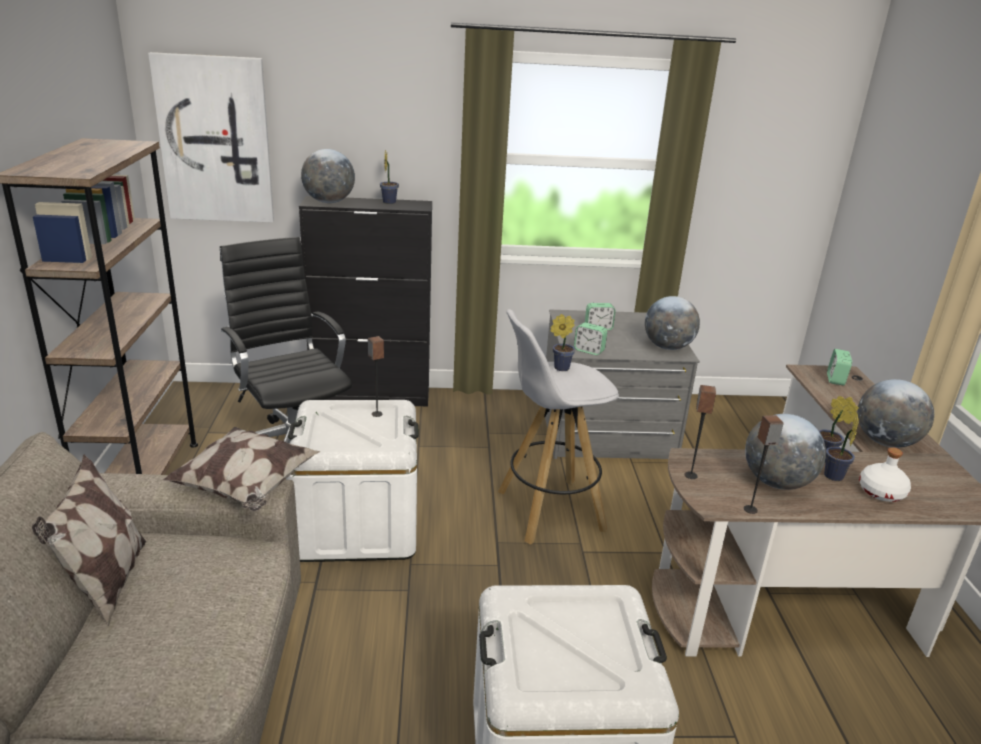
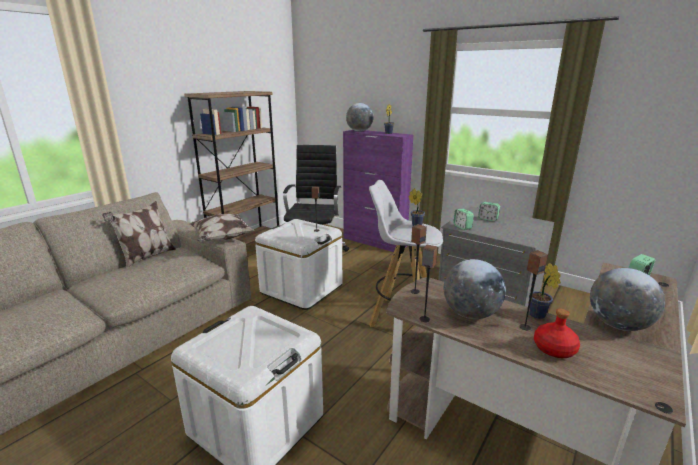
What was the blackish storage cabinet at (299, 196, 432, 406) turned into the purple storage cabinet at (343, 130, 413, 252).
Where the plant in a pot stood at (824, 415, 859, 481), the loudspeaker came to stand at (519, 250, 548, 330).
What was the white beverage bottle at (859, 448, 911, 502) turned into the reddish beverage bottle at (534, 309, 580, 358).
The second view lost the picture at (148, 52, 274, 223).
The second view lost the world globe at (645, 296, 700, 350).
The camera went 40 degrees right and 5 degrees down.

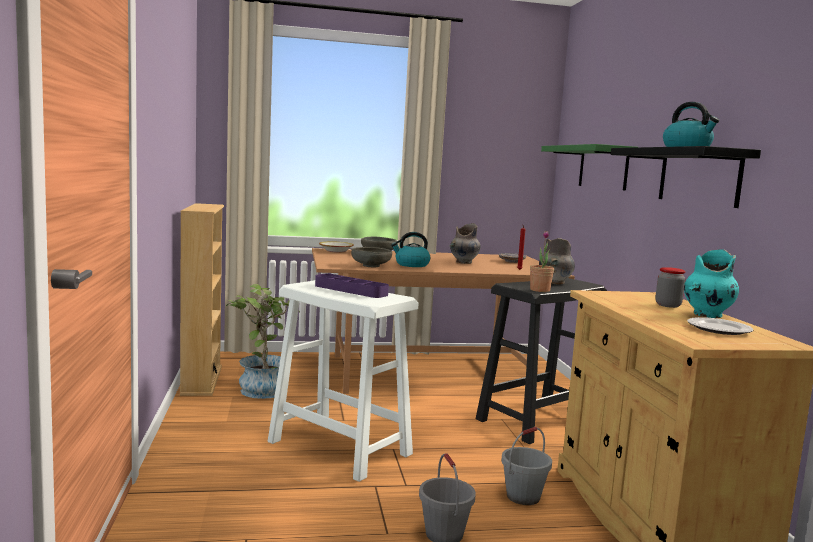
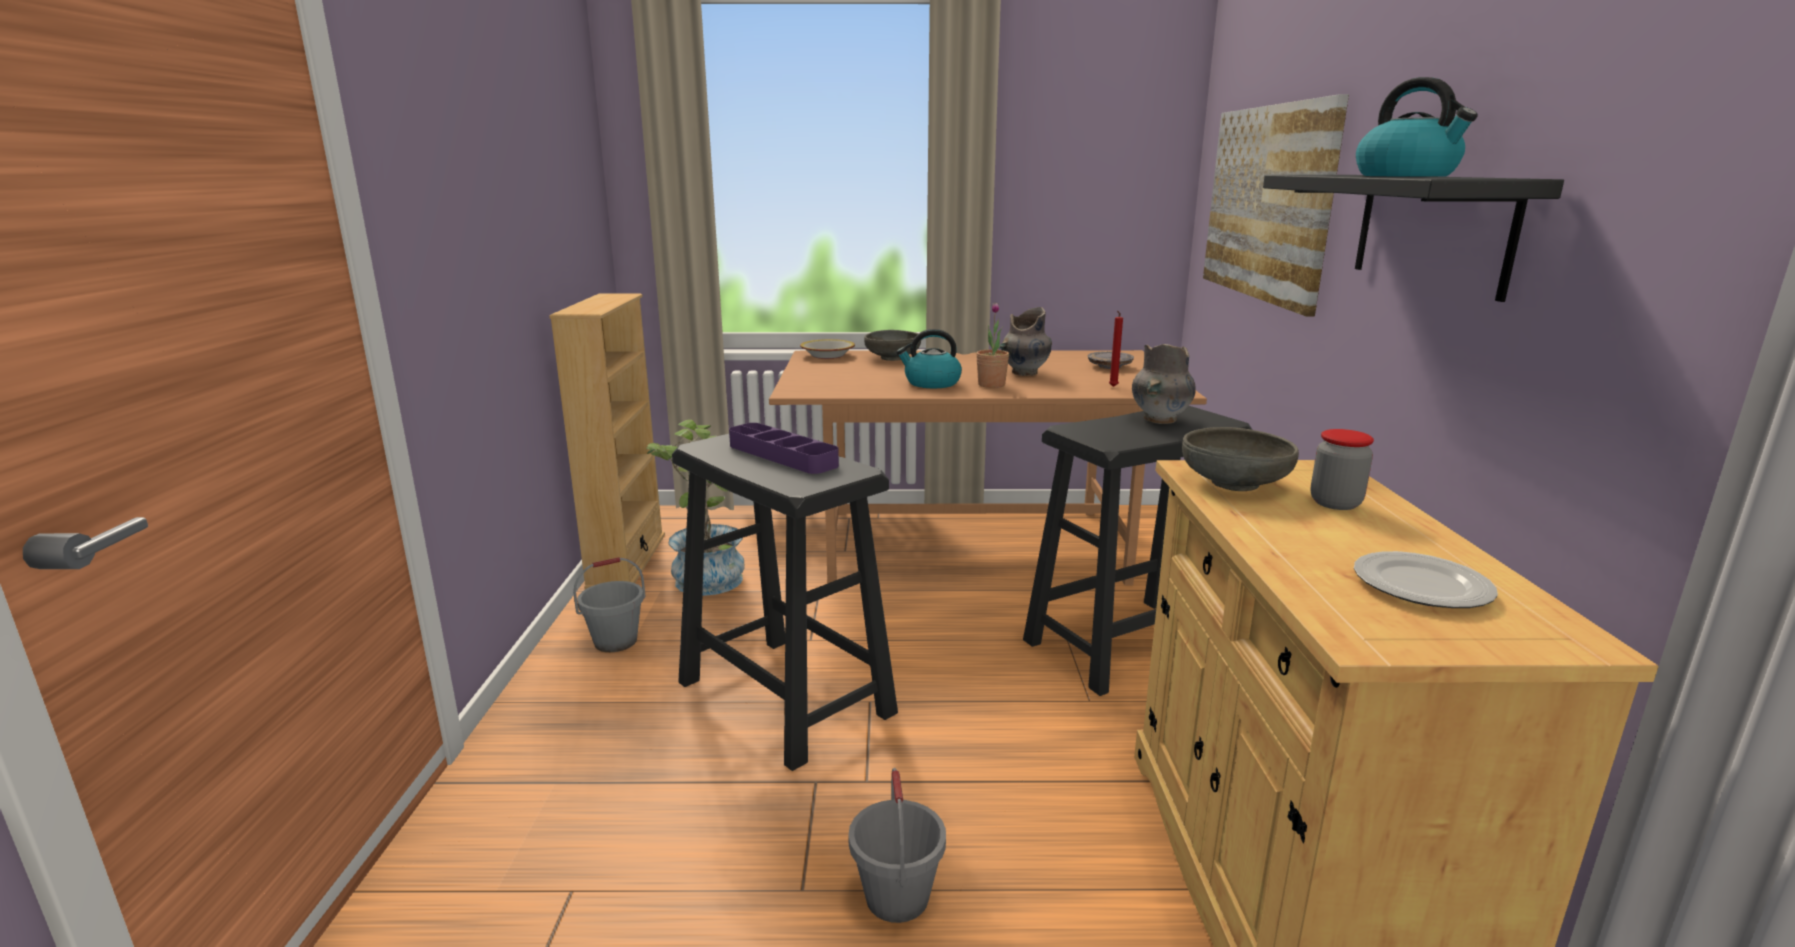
The grey pail ended up elsewhere, having gone from (501, 427, 552, 505) to (573, 557, 645, 652).
What was the white stool at (268, 280, 418, 482) turned into the blackish stool at (672, 434, 898, 771).
The plant in a pot ended up elsewhere, having gone from (530, 231, 554, 292) to (976, 303, 1009, 388).
The grey deep dish ended up elsewhere, having gone from (351, 247, 392, 267) to (1182, 427, 1299, 491).
Where the greenish shelf hung at (541, 144, 637, 191), the picture came to hang at (1203, 94, 1349, 316).
The second view lost the blue-green vase at (684, 249, 739, 318).
The camera went 10 degrees right and 10 degrees up.

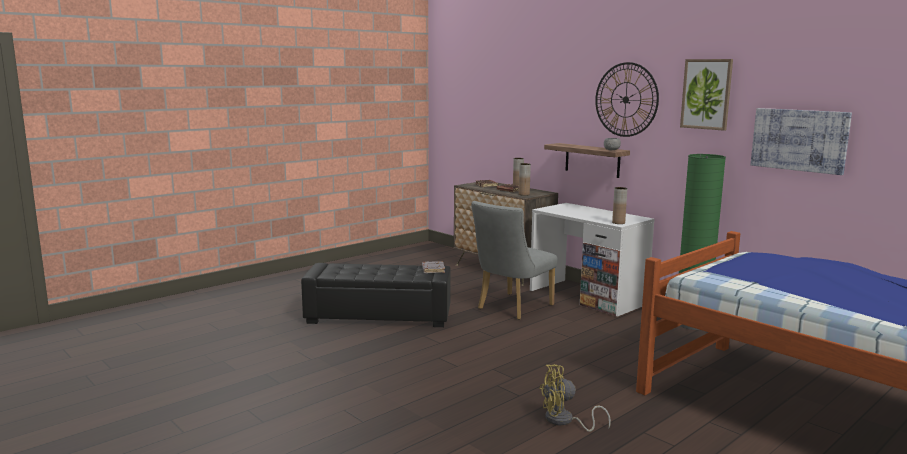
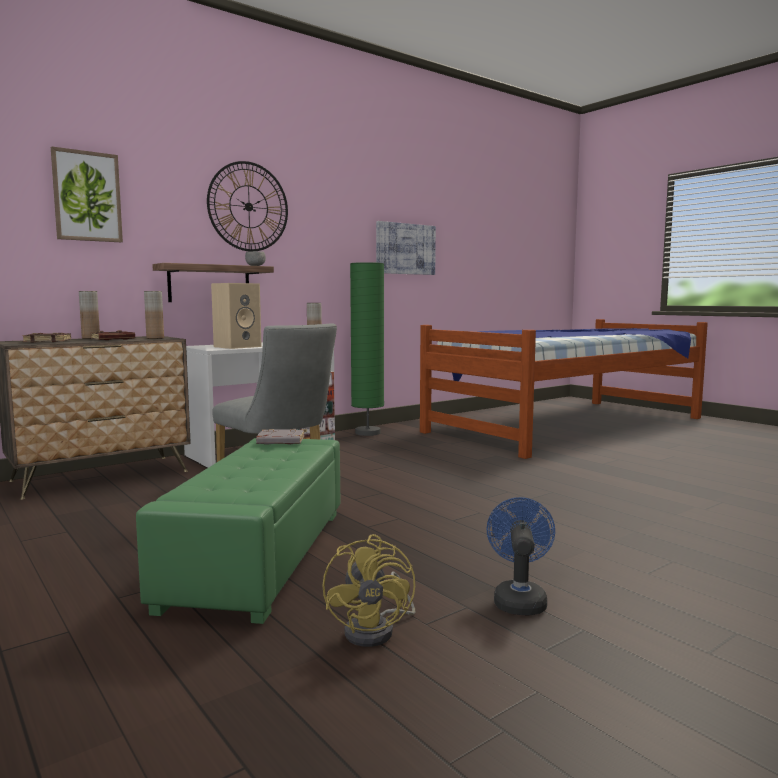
The picture ended up elsewhere, having gone from (680, 59, 733, 131) to (51, 147, 123, 242).
What was the blackish ottoman at (301, 263, 451, 327) turned into the greenish ottoman at (136, 438, 340, 624).
The second view gained the beige loudspeaker at (211, 283, 262, 349).
The yellow-coloured cooling fan ended up elsewhere, having gone from (539, 364, 611, 432) to (322, 534, 416, 647).
The second view gained the blue cooling fan at (486, 497, 555, 616).
The camera went 85 degrees left and 5 degrees down.

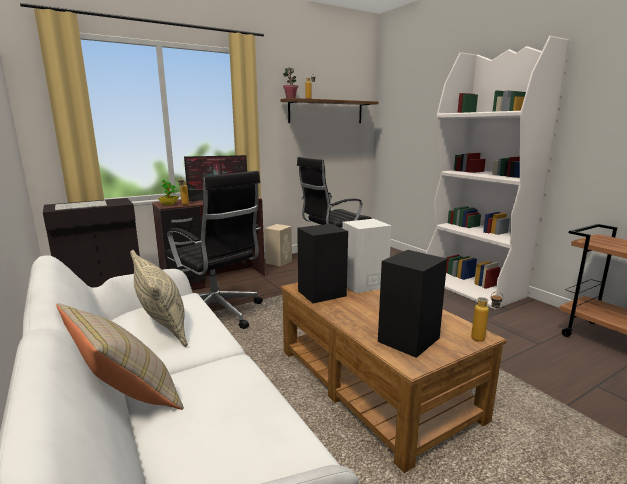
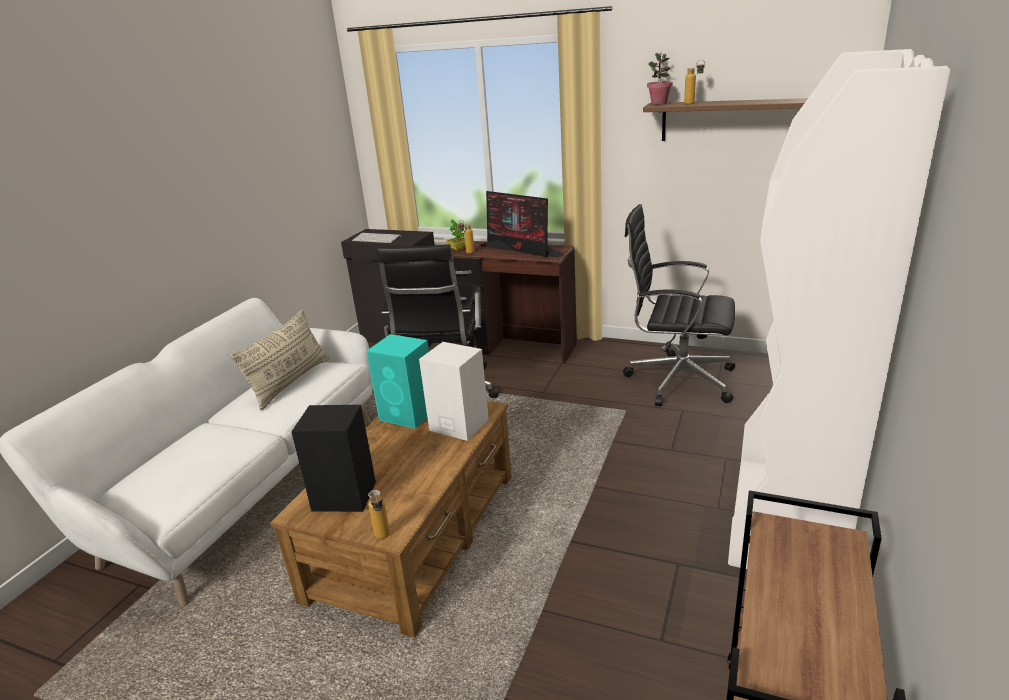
What was the blackish loudspeaker at (297, 224, 348, 303) turned into the blue-green loudspeaker at (366, 334, 429, 429).
The second view lost the beige cushion at (56, 303, 184, 410).
The second view lost the beige loudspeaker at (264, 224, 292, 267).
The camera went 55 degrees right and 10 degrees up.

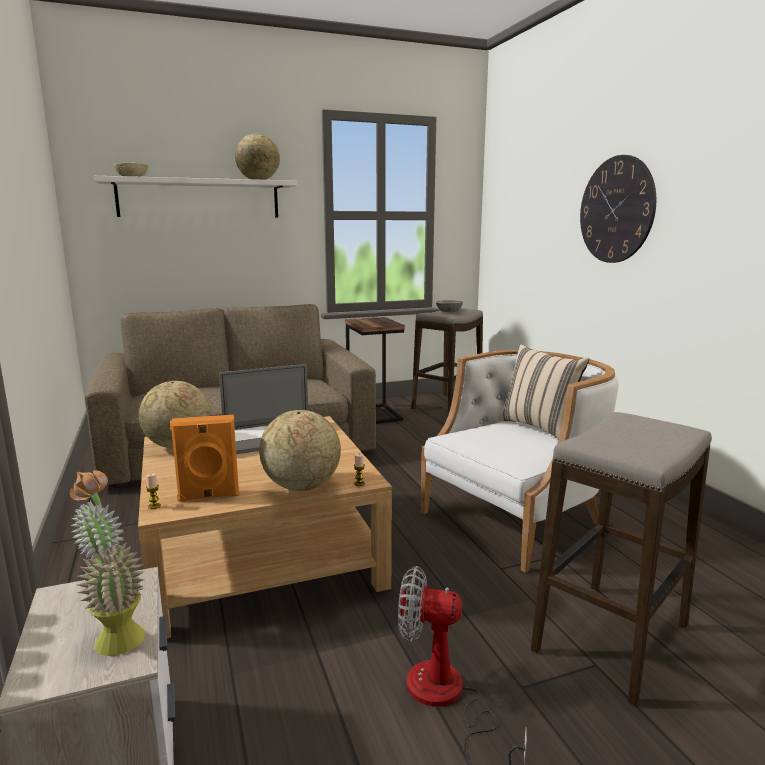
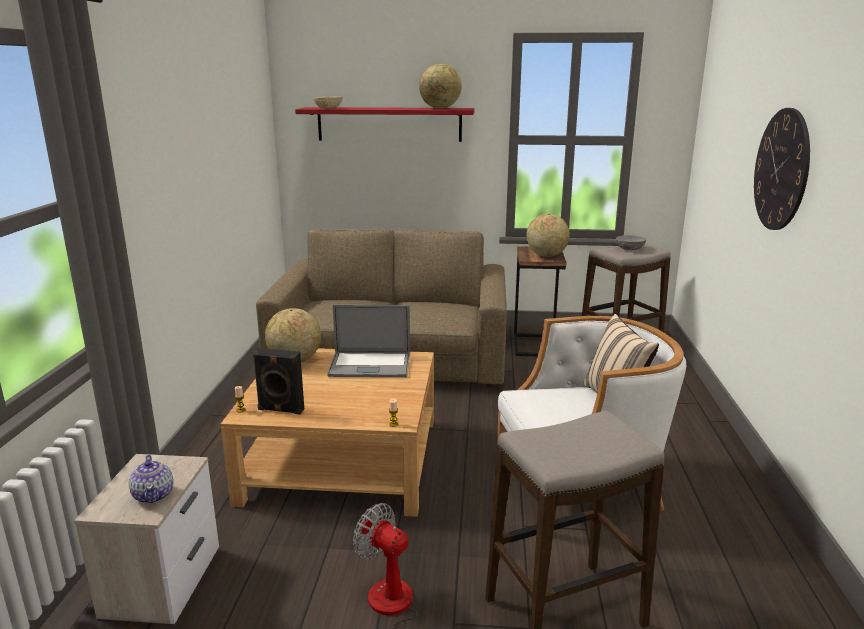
Where the plant in a pot stood at (70, 470, 145, 656), the tea pot came to stand at (129, 455, 174, 504).
What was the orange loudspeaker at (170, 415, 239, 501) turned into the blackish loudspeaker at (252, 348, 304, 415).
What was the white shelf at (94, 176, 297, 217) turned into the reddish shelf at (295, 107, 474, 142).
The world globe ended up elsewhere, having gone from (259, 410, 341, 491) to (526, 214, 570, 257).
The camera went 25 degrees right and 5 degrees up.

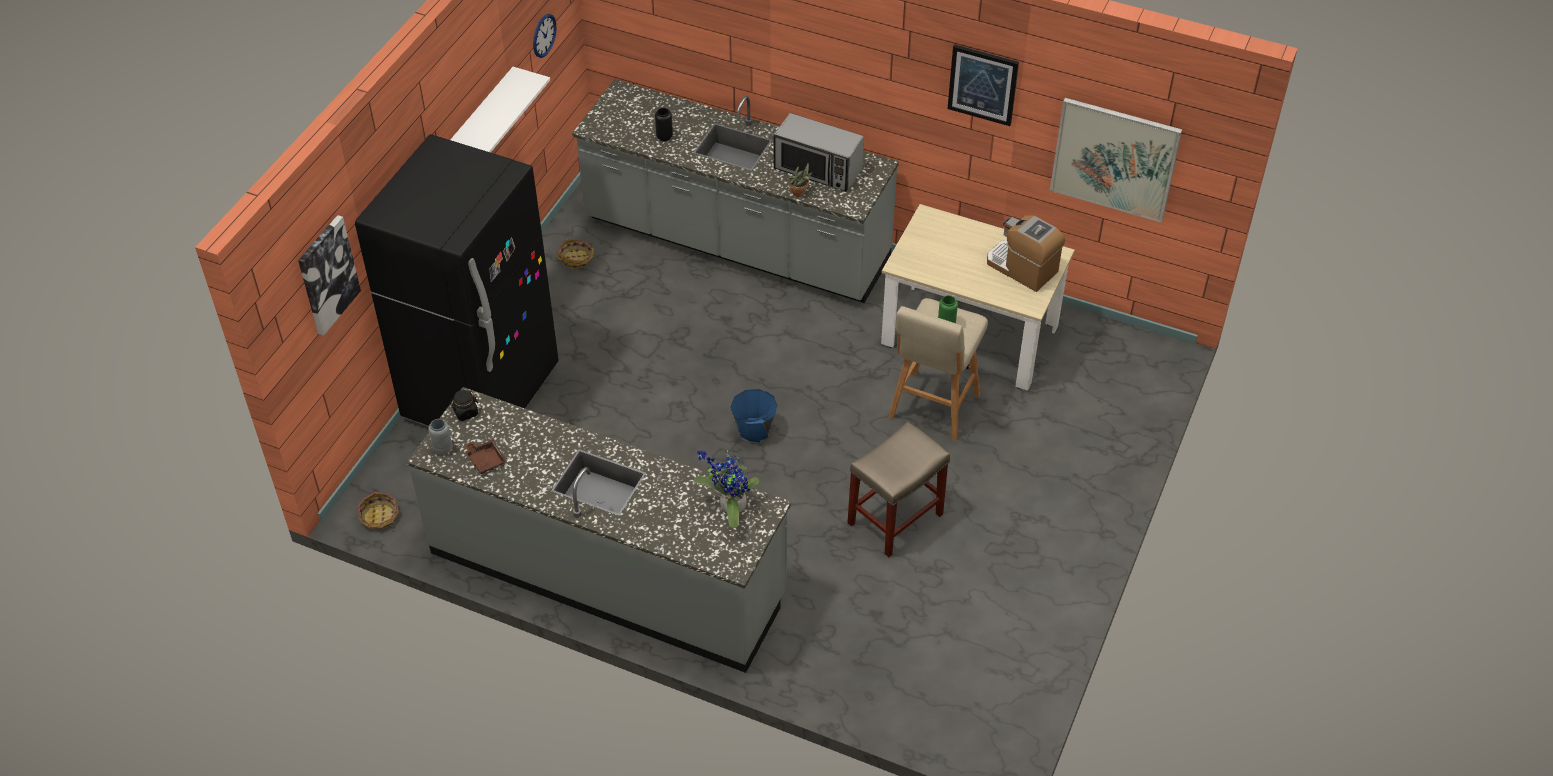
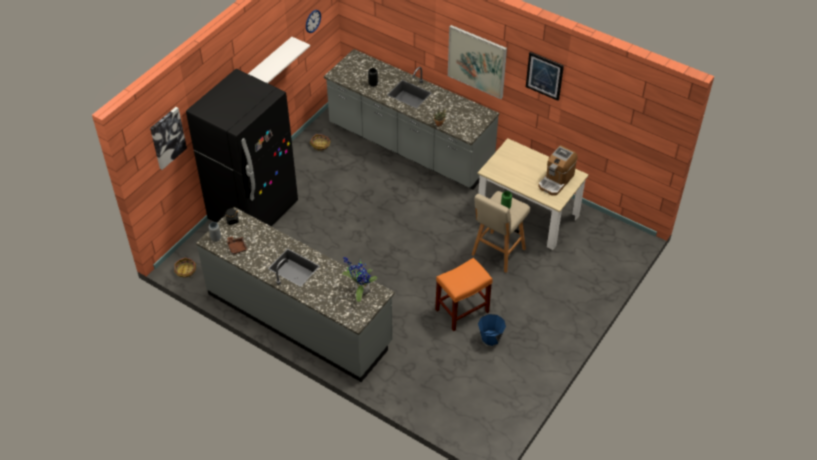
What was the beige stool at (847, 421, 950, 557) turned into the orange stool at (435, 258, 493, 331).
The picture ended up elsewhere, having gone from (1050, 98, 1182, 223) to (448, 25, 507, 99).
The blue pail ended up elsewhere, having gone from (730, 389, 778, 443) to (478, 314, 506, 346).
The coffee machine at (987, 215, 1065, 292) ended up facing another way, 105 degrees counterclockwise from before.
The second view lost the microwave at (774, 113, 864, 192).
The camera went 10 degrees right and 0 degrees up.

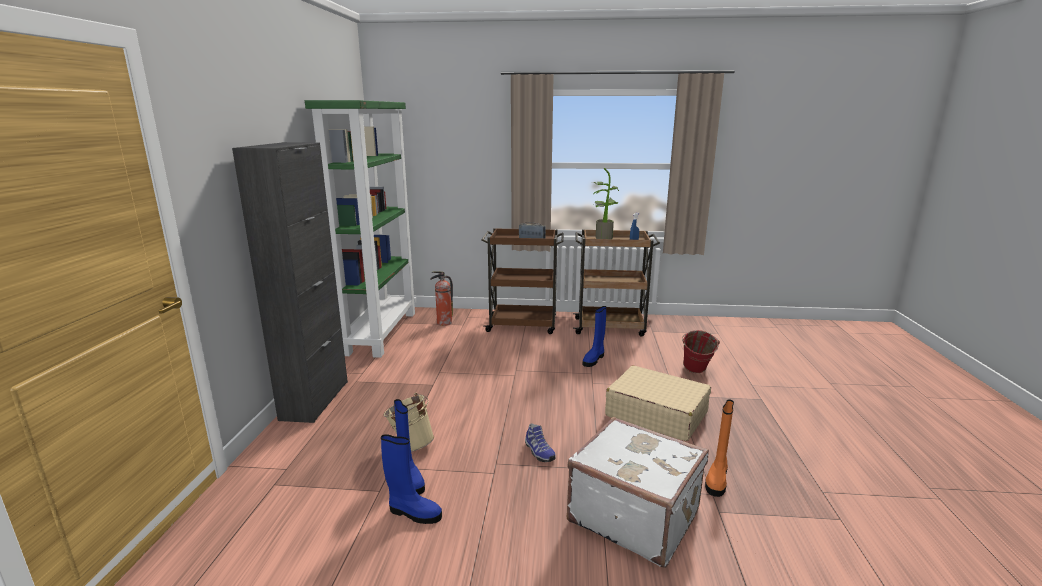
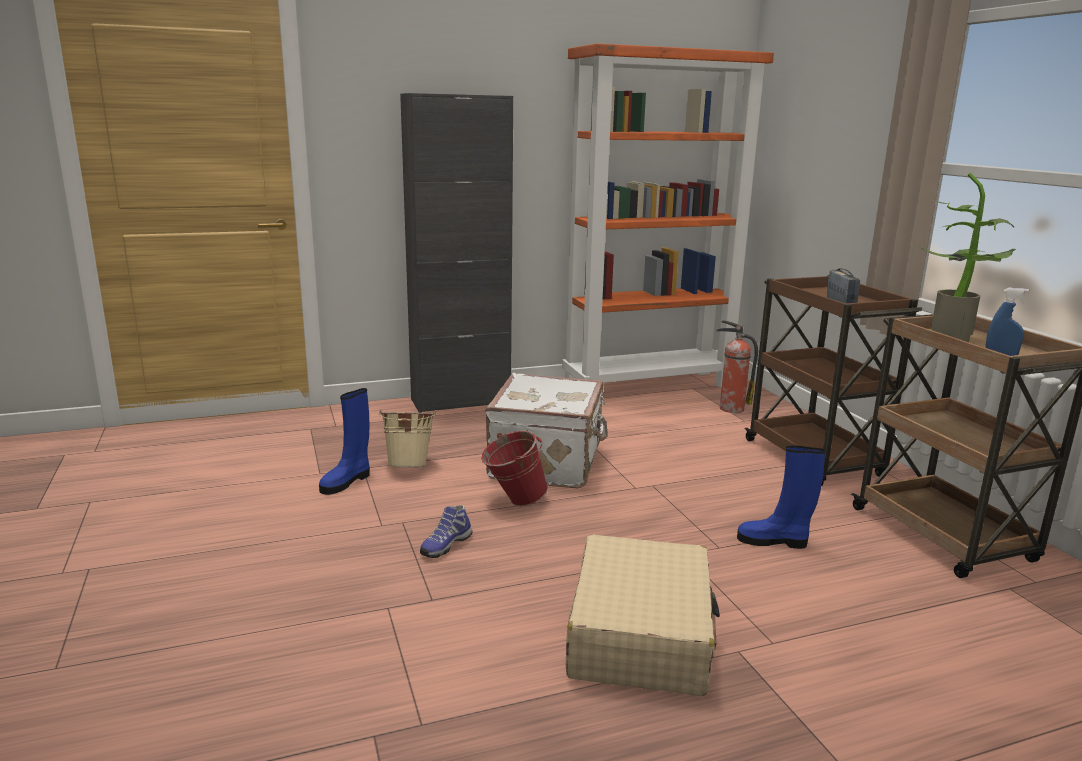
The reddish pail ended up elsewhere, having gone from (682, 330, 720, 373) to (481, 431, 548, 507).
The white piece of luggage ended up elsewhere, having gone from (567, 417, 709, 568) to (486, 373, 607, 488).
What was the greenish bookshelf at (305, 100, 416, 358) turned into the orange bookshelf at (562, 43, 774, 388).
The second view lost the blue tall boot at (381, 434, 442, 524).
The second view lost the orange tall boot at (705, 399, 734, 497).
The camera went 65 degrees right and 0 degrees up.

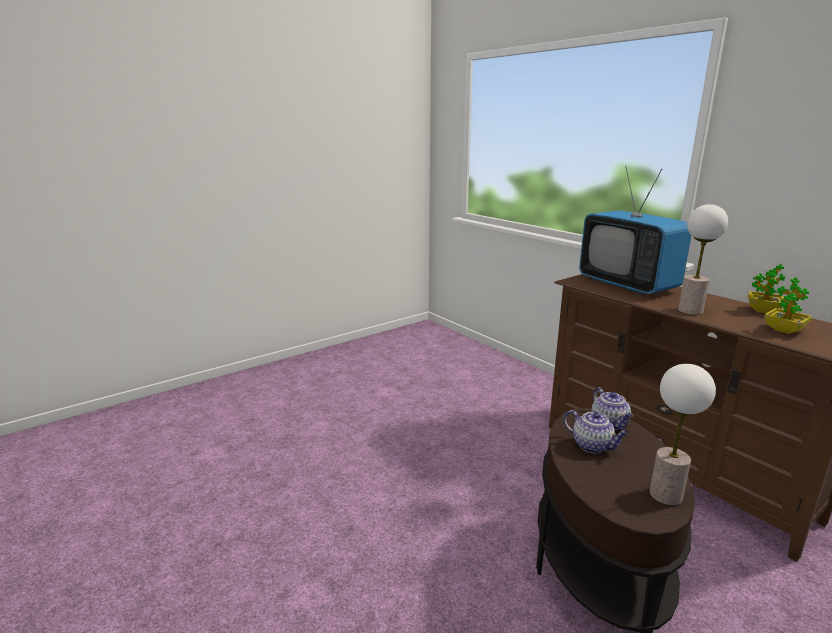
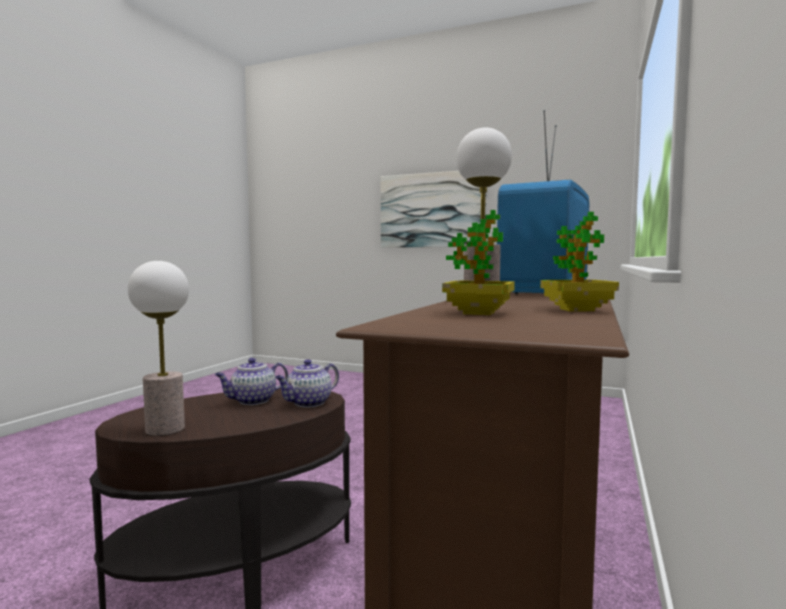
The tea pot at (563, 410, 629, 453) ended up facing another way, 45 degrees clockwise from before.
The second view gained the picture at (381, 171, 487, 248).
The camera went 60 degrees right and 15 degrees down.

